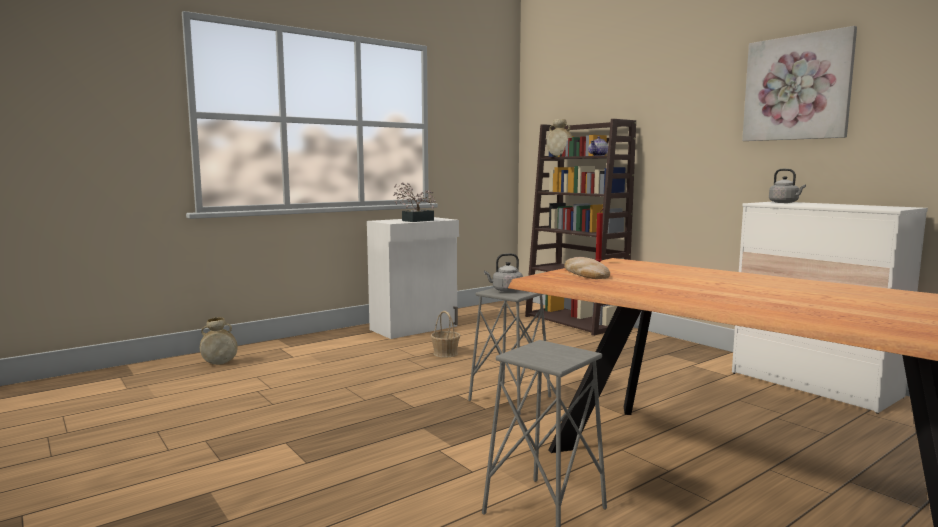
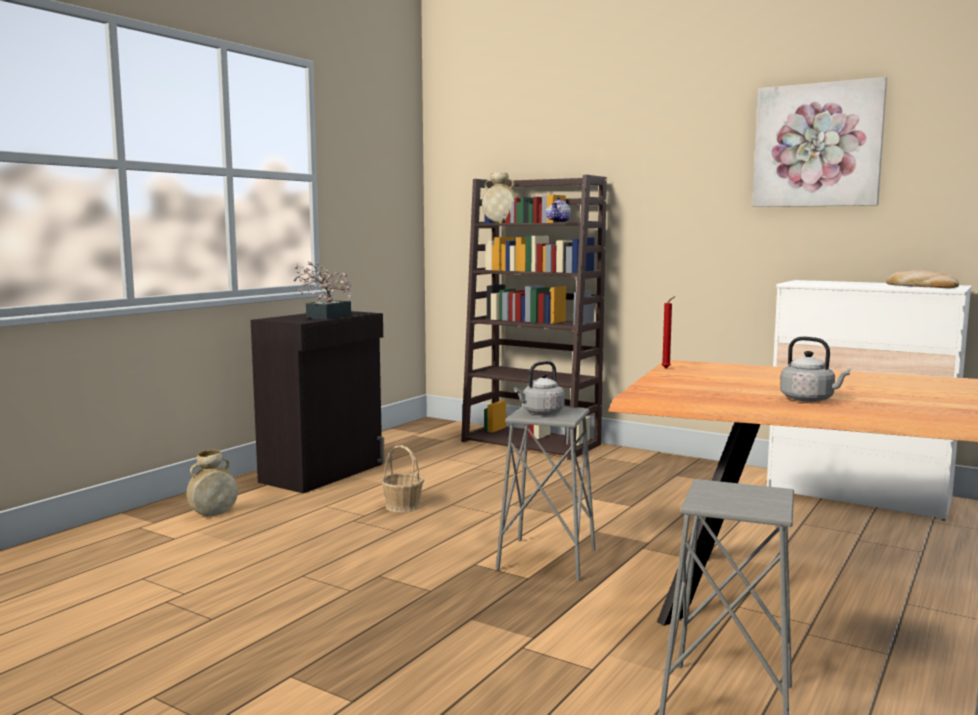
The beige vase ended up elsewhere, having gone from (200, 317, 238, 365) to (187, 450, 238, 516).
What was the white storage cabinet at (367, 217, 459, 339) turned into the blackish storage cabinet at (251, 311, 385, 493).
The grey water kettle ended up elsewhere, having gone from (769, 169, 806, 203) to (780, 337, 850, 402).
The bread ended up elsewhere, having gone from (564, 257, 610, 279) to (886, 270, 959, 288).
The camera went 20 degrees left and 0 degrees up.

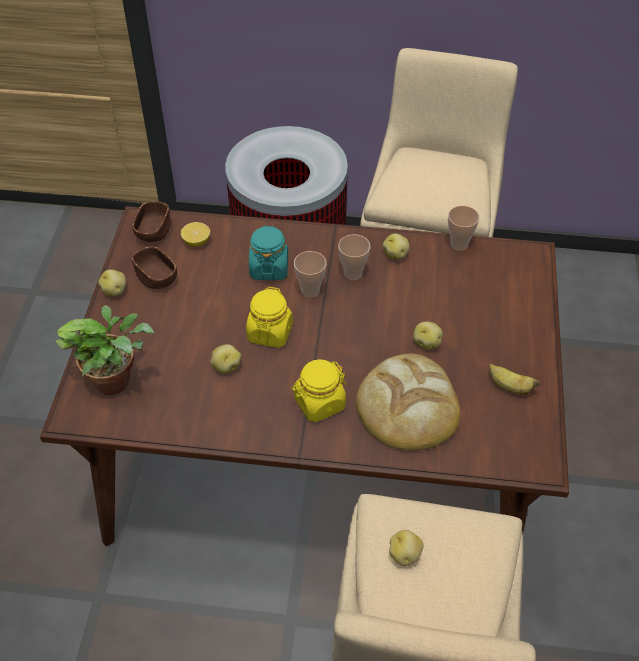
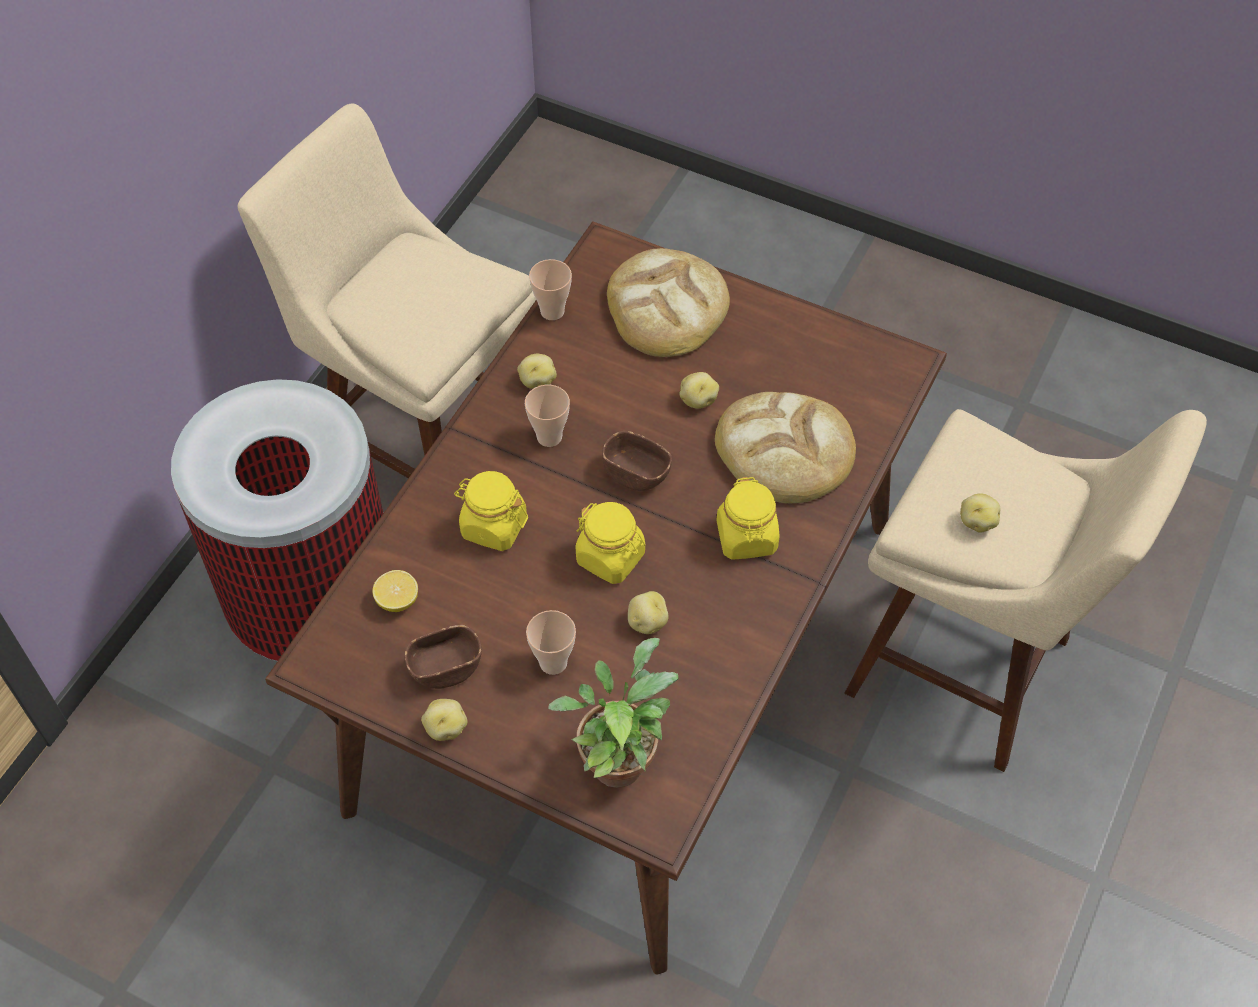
What was the blue-green storage jar at (249, 225, 288, 280) turned into the yellow-coloured storage jar at (454, 471, 528, 551).
The cup ended up elsewhere, having gone from (294, 251, 326, 298) to (526, 610, 576, 675).
The brown-coloured deep dish ended up elsewhere, having gone from (132, 201, 170, 242) to (602, 431, 672, 491).
The second view gained the bread at (607, 248, 730, 357).
The second view lost the banana fruit at (489, 364, 540, 394).
The camera went 70 degrees left and 5 degrees up.

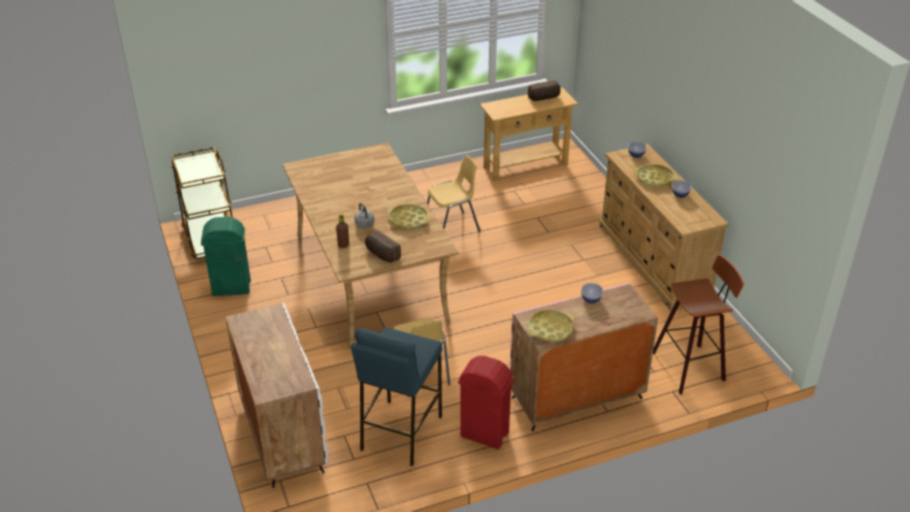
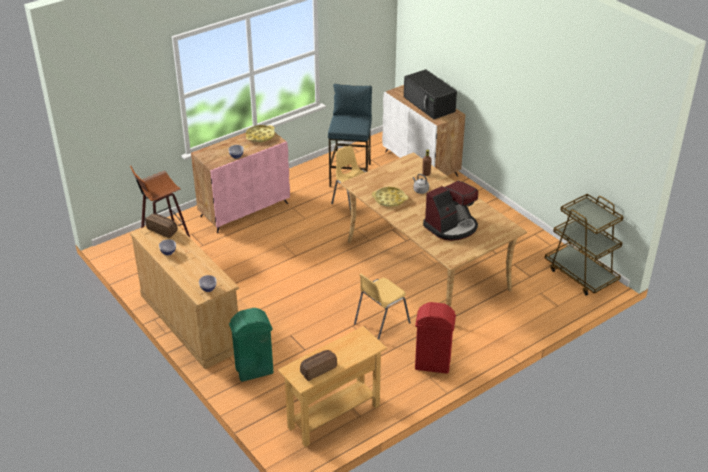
The bread ended up elsewhere, having gone from (365, 230, 401, 262) to (145, 214, 177, 238).
The greenish trash can ended up elsewhere, having gone from (201, 217, 251, 296) to (229, 308, 273, 382).
The second view gained the blackish microwave at (404, 69, 457, 119).
The reddish trash can ended up elsewhere, having gone from (458, 356, 514, 449) to (415, 302, 456, 374).
The second view gained the coffee machine at (423, 181, 478, 241).
The second view lost the yellow-coloured serving tray at (634, 164, 678, 187).
The camera went 165 degrees right and 0 degrees up.

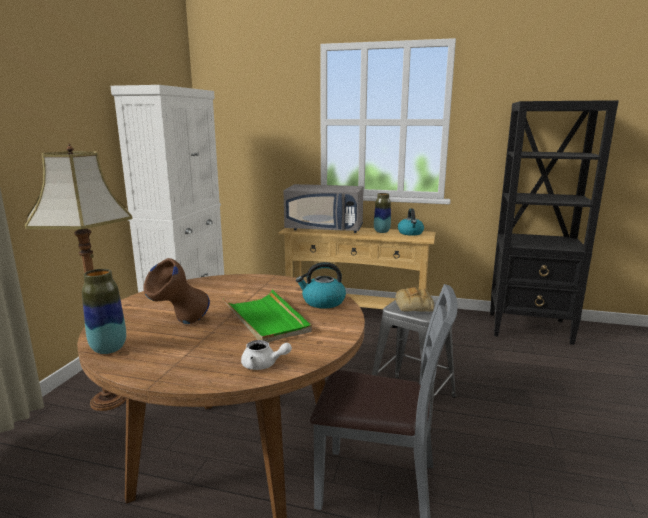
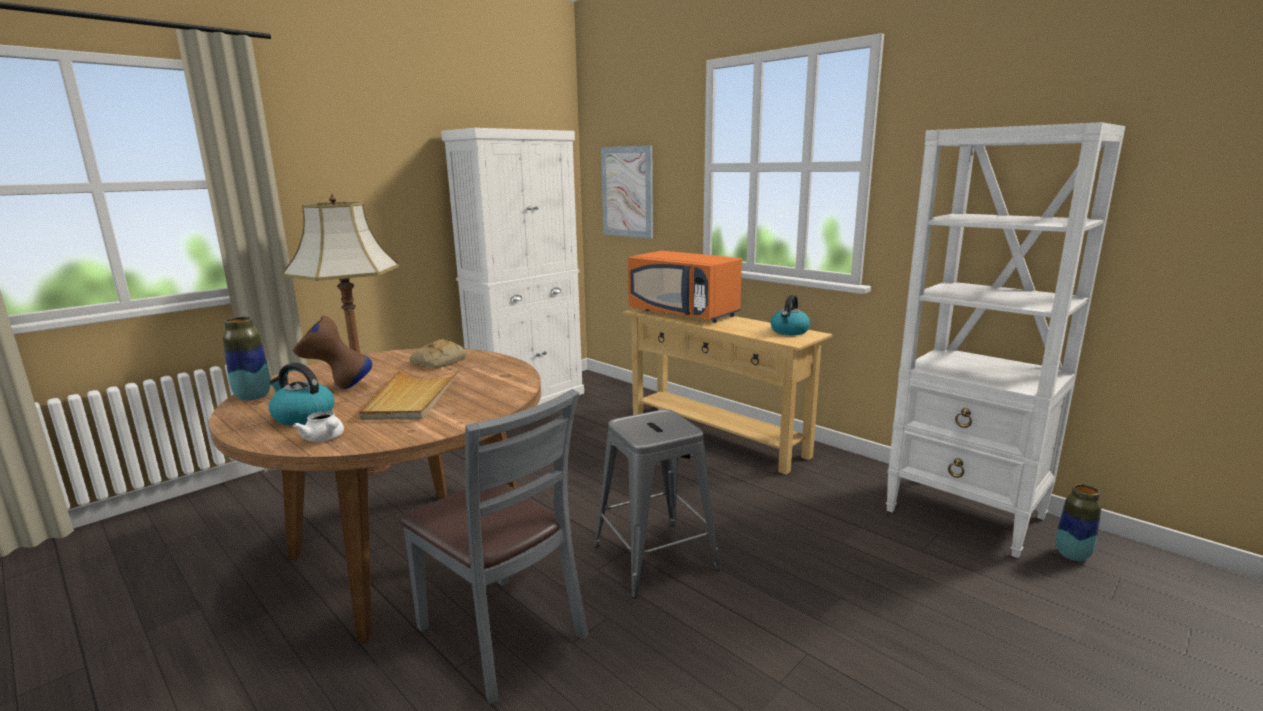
The water kettle ended up elsewhere, having gone from (296, 262, 346, 308) to (269, 363, 334, 425).
What was the greenish serving tray at (223, 289, 312, 342) turned into the beige serving tray at (359, 369, 460, 420).
The bread ended up elsewhere, having gone from (395, 287, 434, 312) to (410, 339, 467, 368).
The second view gained the picture at (601, 145, 653, 239).
What was the grey microwave at (283, 184, 364, 233) turned into the orange microwave at (628, 251, 742, 323).
What was the blackish bookshelf at (490, 100, 619, 345) turned into the white bookshelf at (886, 122, 1125, 558).
The vase ended up elsewhere, having gone from (374, 193, 391, 233) to (1055, 484, 1101, 561).
The camera went 30 degrees right and 0 degrees up.

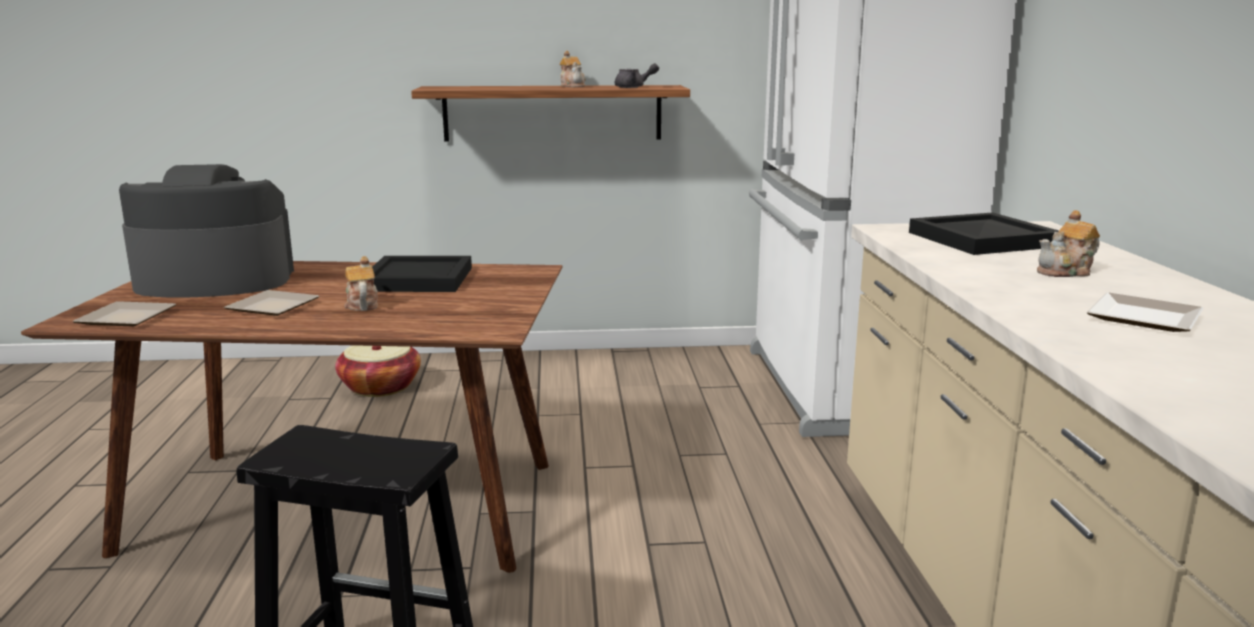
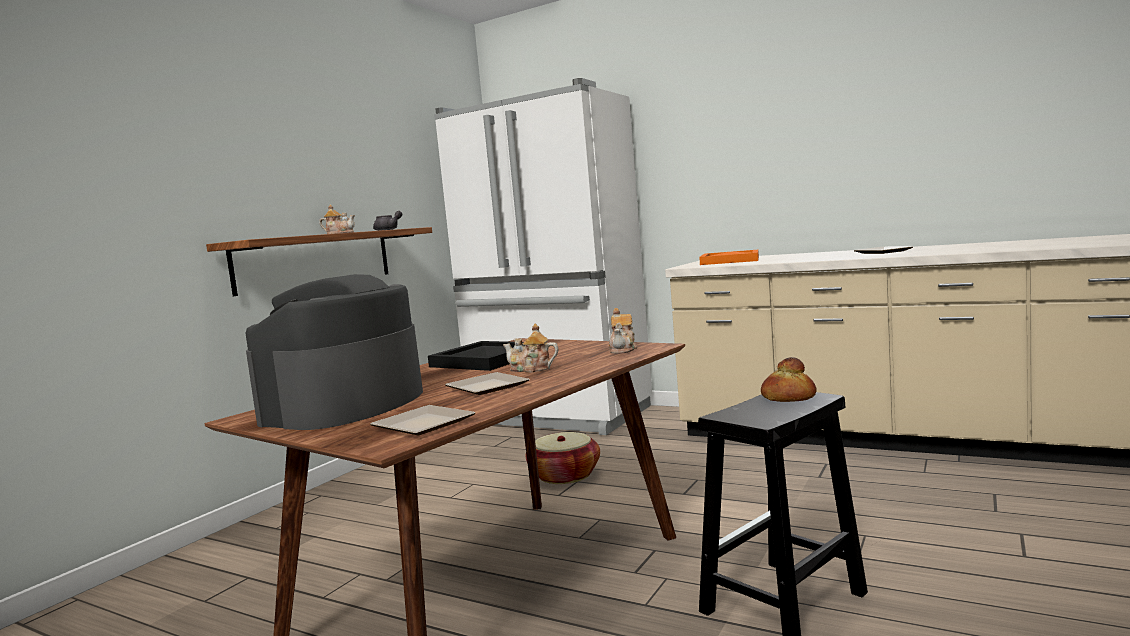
The basket ended up elsewhere, having gone from (335, 345, 421, 397) to (526, 432, 600, 484).
The tea pot ended up elsewhere, having gone from (1037, 210, 1100, 277) to (609, 308, 637, 354).
What was the blackish serving tray at (909, 212, 1059, 255) turned into the orange serving tray at (699, 250, 759, 265).
The second view gained the bread at (761, 357, 817, 402).
The camera went 55 degrees left and 10 degrees down.

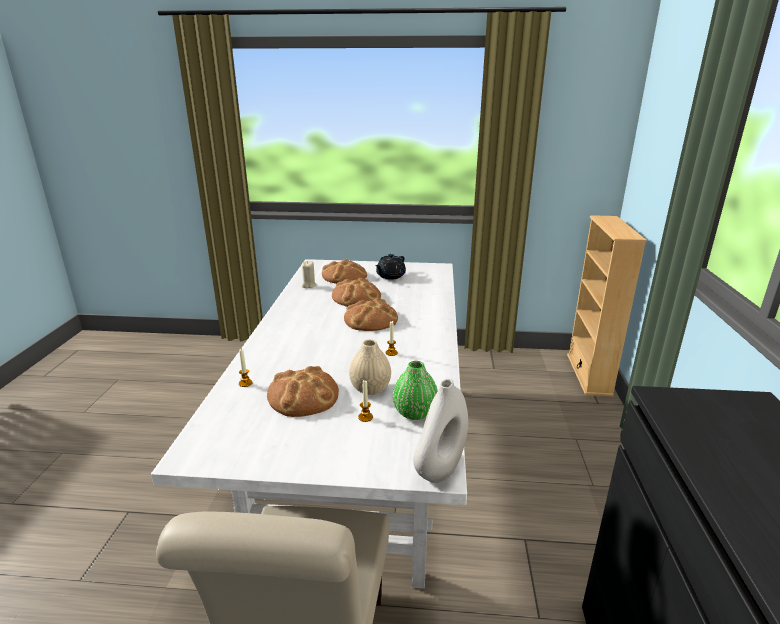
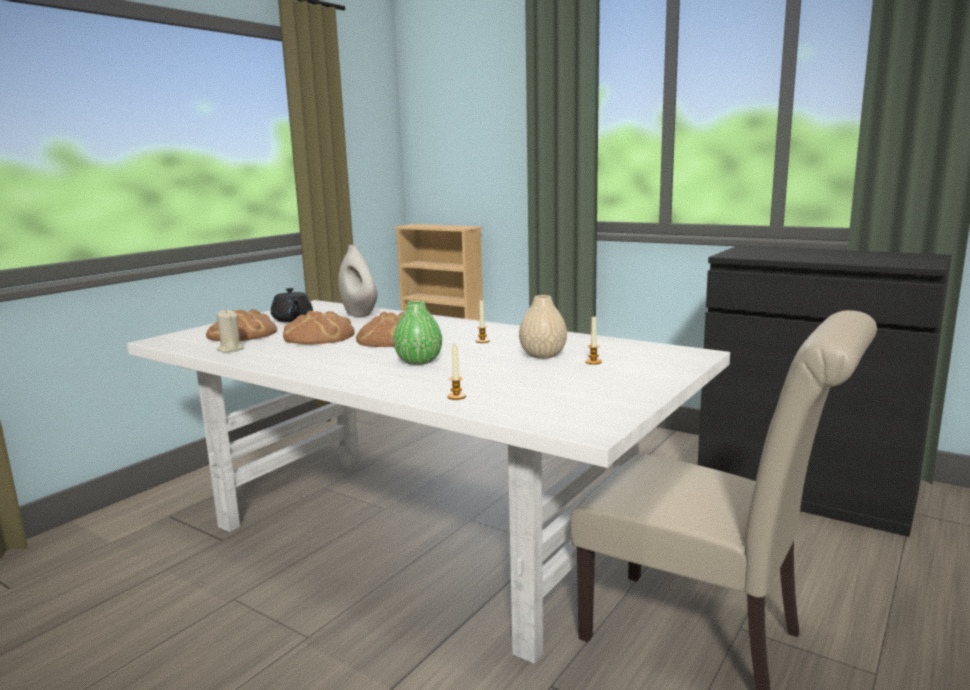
The white vase ended up elsewhere, having gone from (414, 379, 468, 483) to (338, 245, 378, 317).
The greenish vase ended up elsewhere, having gone from (393, 361, 438, 420) to (393, 301, 442, 365).
The second view lost the bread at (267, 366, 339, 417).
The camera went 60 degrees left and 10 degrees down.

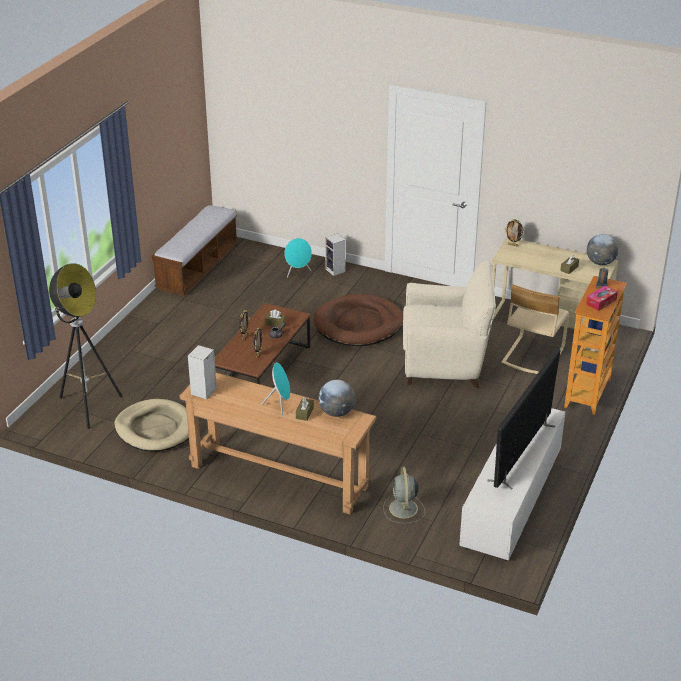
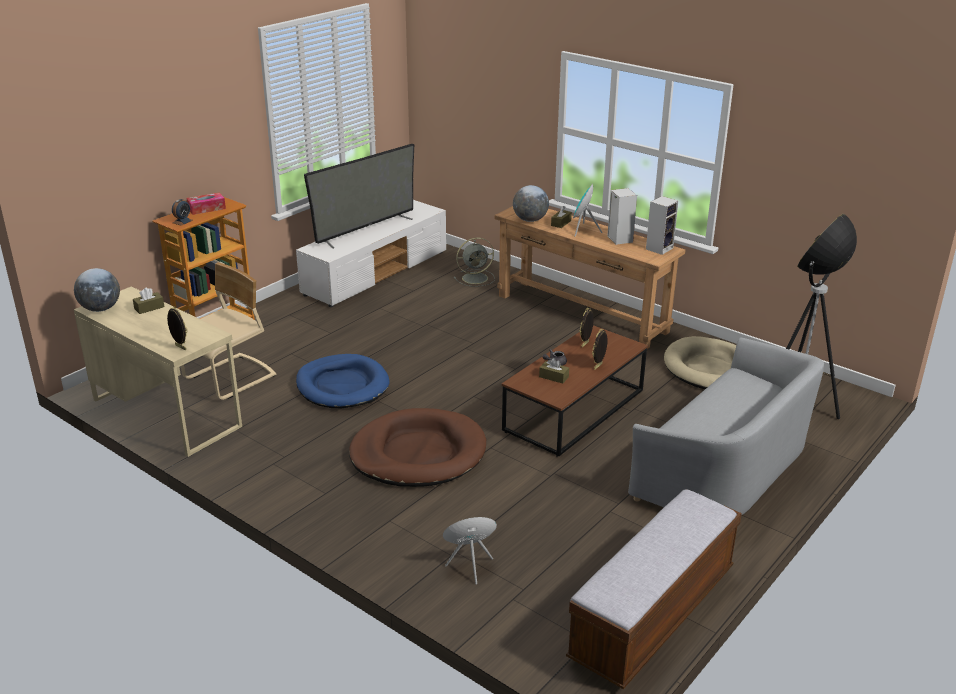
Where the beige easy chair stood at (403, 260, 496, 388), the blue pet bed came to stand at (296, 354, 389, 408).
The grey cooling fan at (383, 467, 425, 524) ended up facing another way, 60 degrees clockwise from before.
The loudspeaker ended up elsewhere, having gone from (325, 233, 346, 276) to (607, 188, 637, 245).
The second view gained the grey settee at (628, 337, 824, 515).
The camera went 165 degrees left and 5 degrees down.

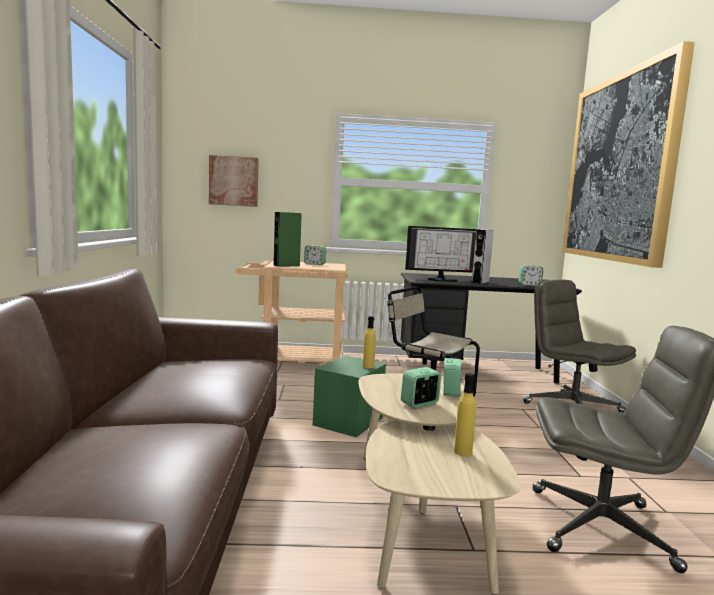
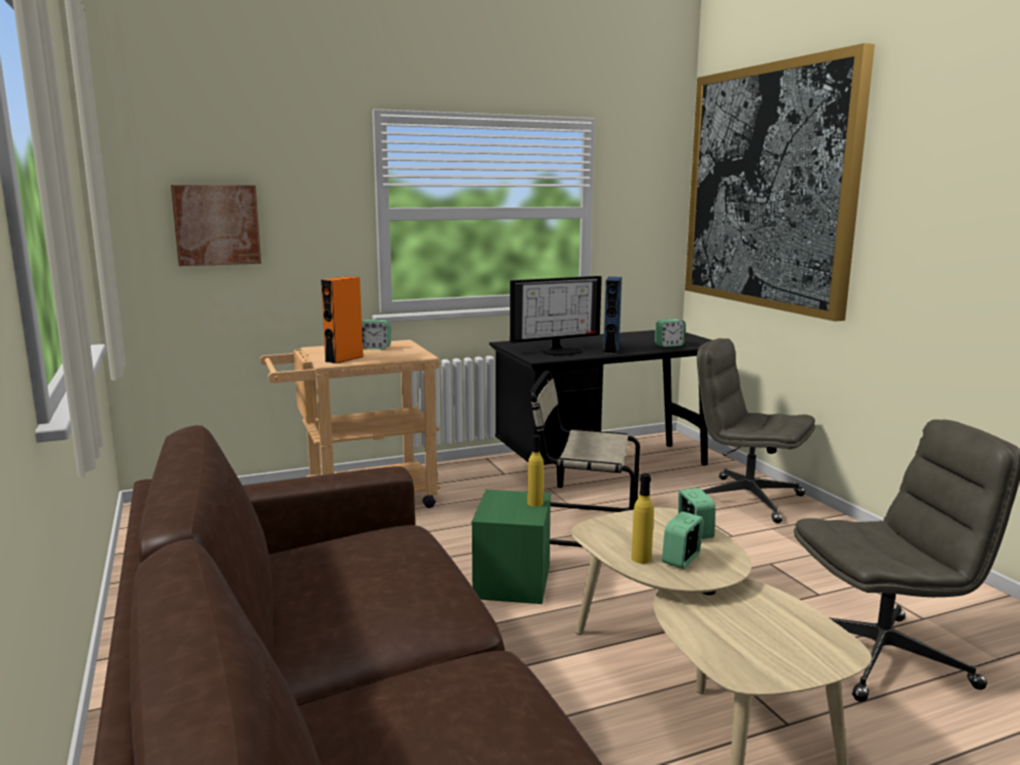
What was the greenish loudspeaker at (273, 212, 302, 267) turned into the orange loudspeaker at (321, 276, 363, 364).
What was the grey loudspeaker at (472, 230, 494, 284) turned into the blue loudspeaker at (603, 277, 622, 354).
The yellow-coloured beverage bottle ended up elsewhere, having gone from (454, 373, 476, 456) to (631, 474, 654, 564).
The camera went 20 degrees left and 5 degrees up.

